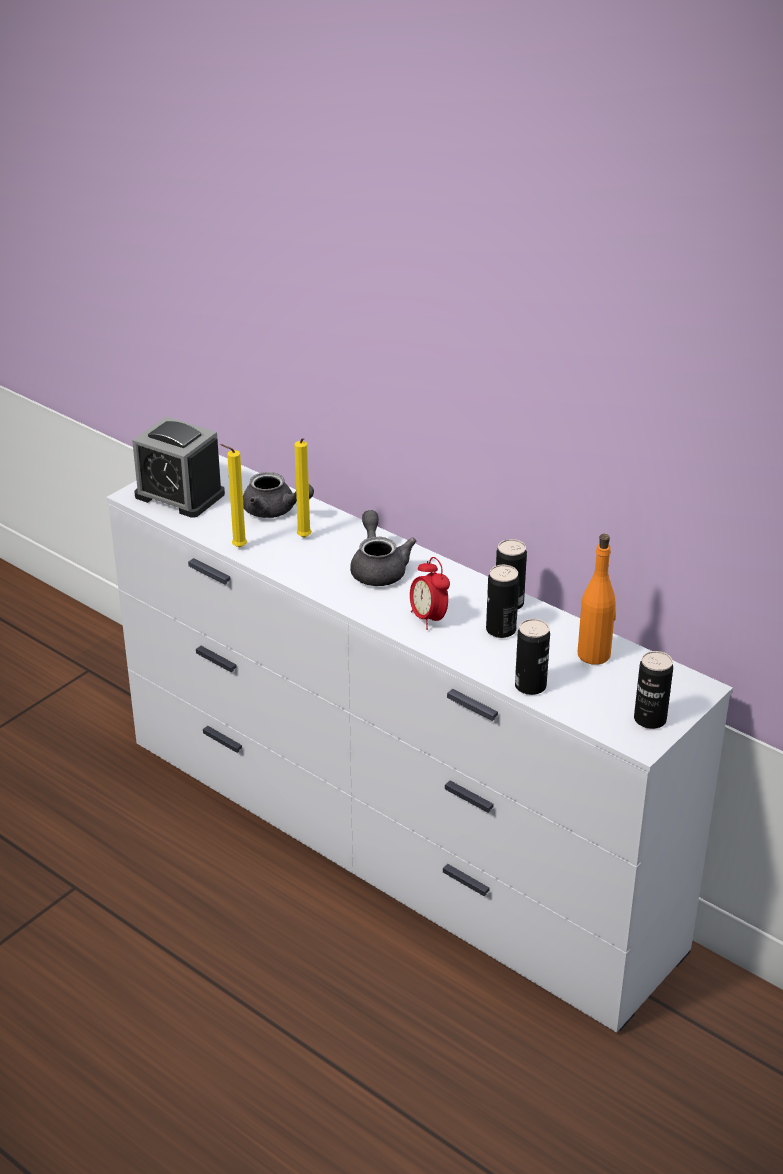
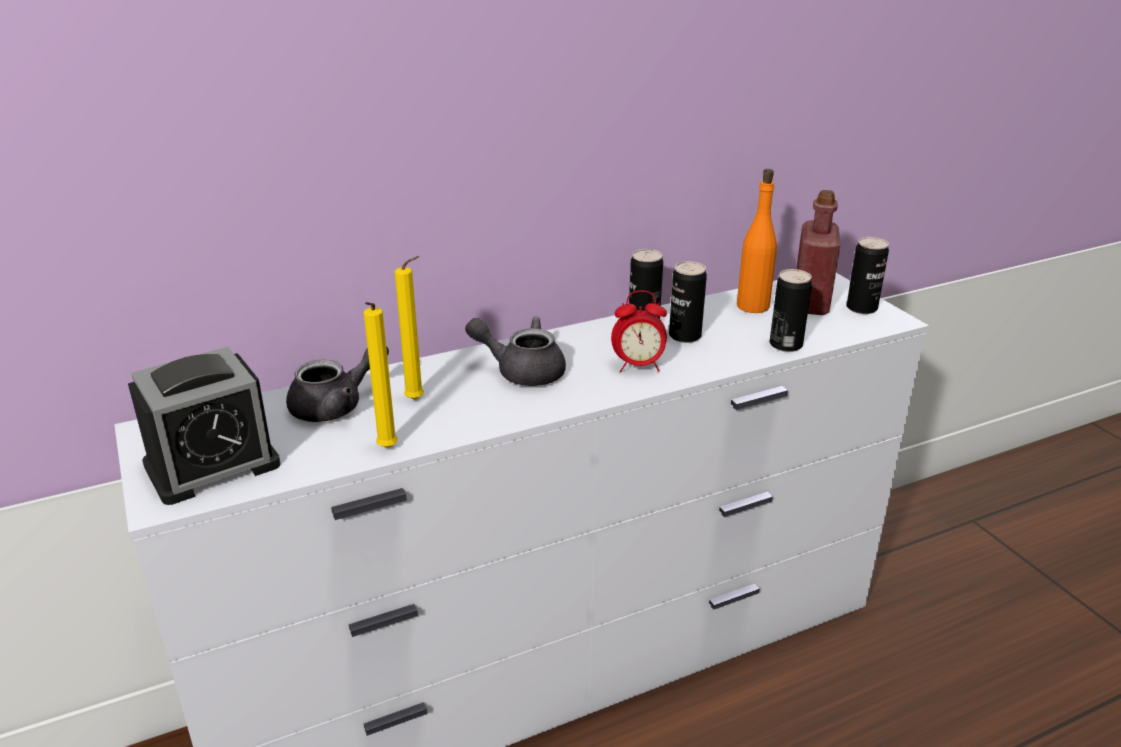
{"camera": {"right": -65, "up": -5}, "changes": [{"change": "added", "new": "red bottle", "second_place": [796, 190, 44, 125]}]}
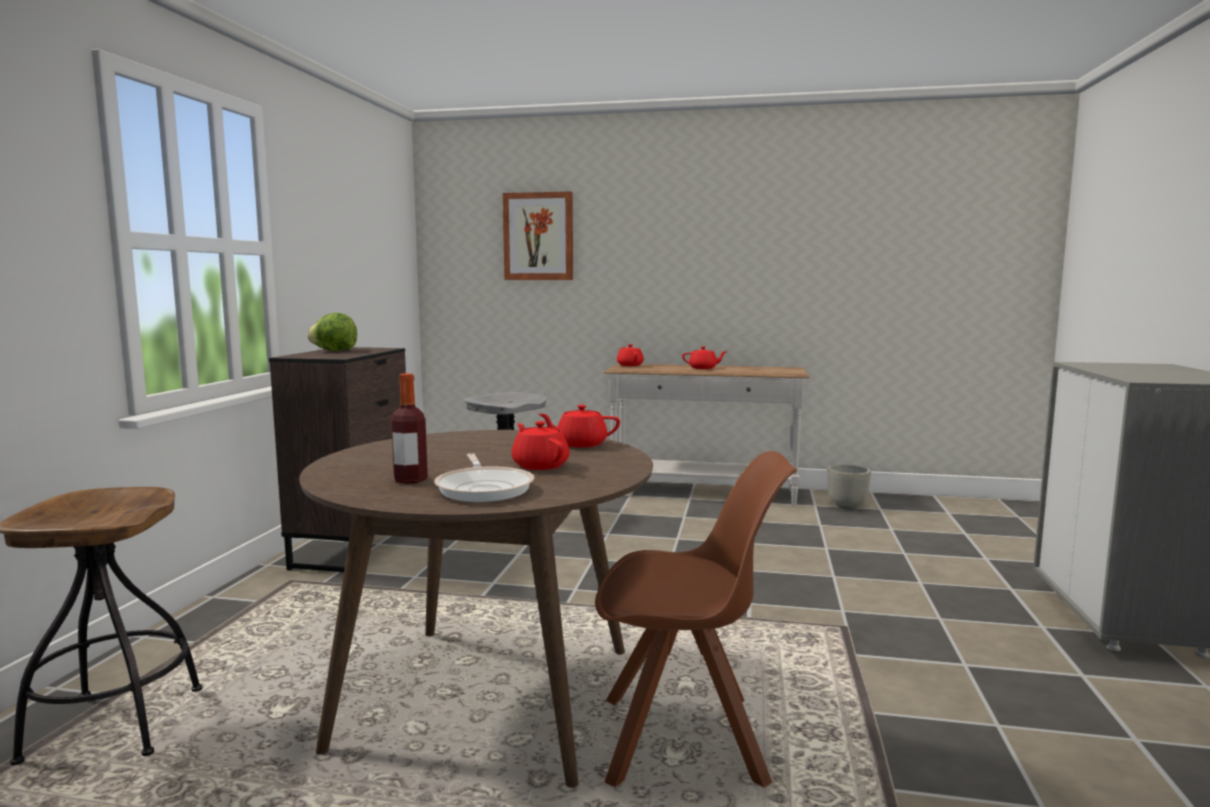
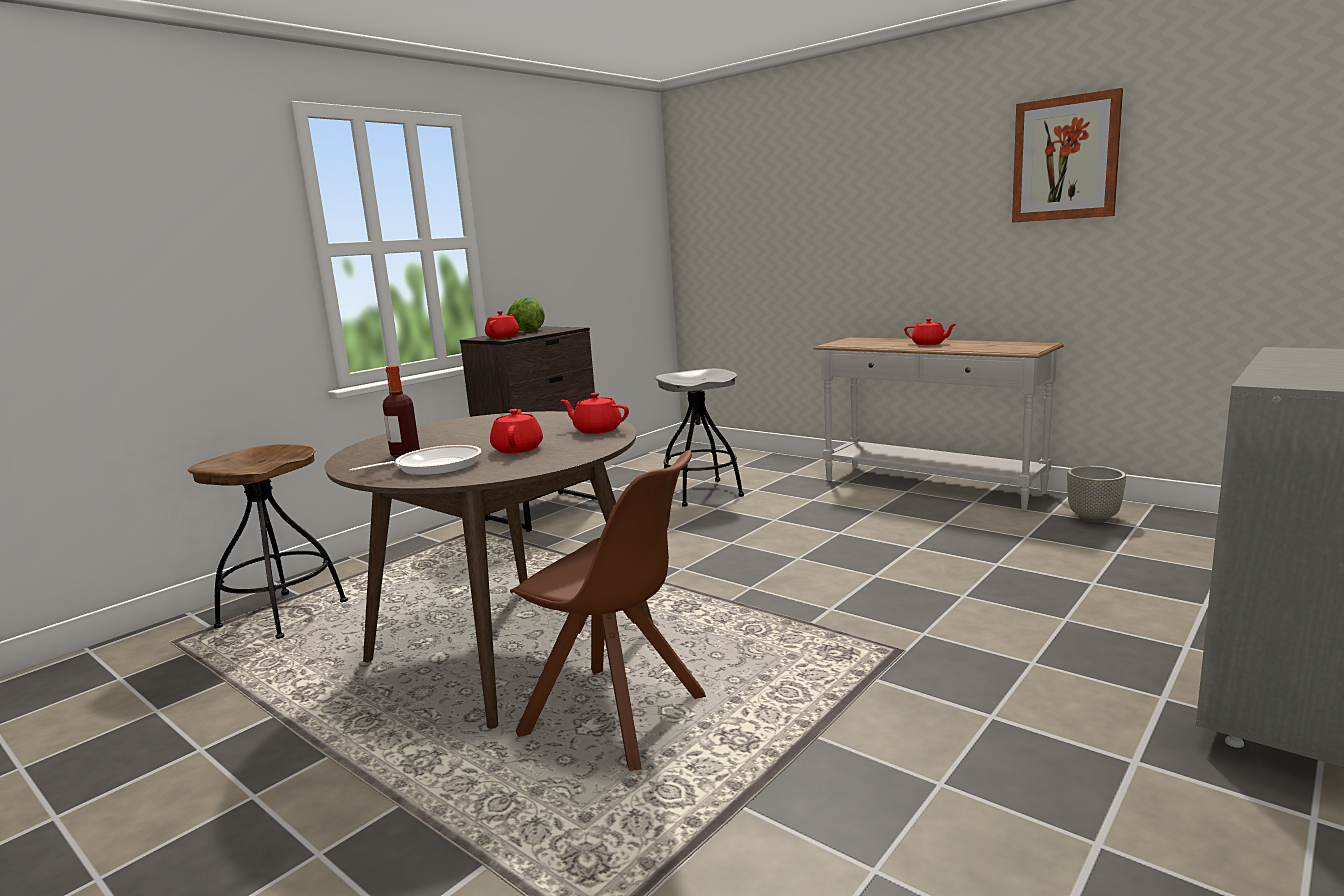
{"camera": {"right": 30, "up": 5}, "changes": [{"change": "moved", "old": "picture", "first_place": [503, 192, 70, 88], "second_place": [1012, 88, 111, 135]}, {"change": "moved", "old": "red teapot", "first_place": [617, 344, 27, 22], "second_place": [485, 311, 34, 28]}, {"change": "turned", "old": "frying pan", "first_place": [434, 453, 100, 49], "second_place": [349, 445, 132, 30], "degrees": -135}]}
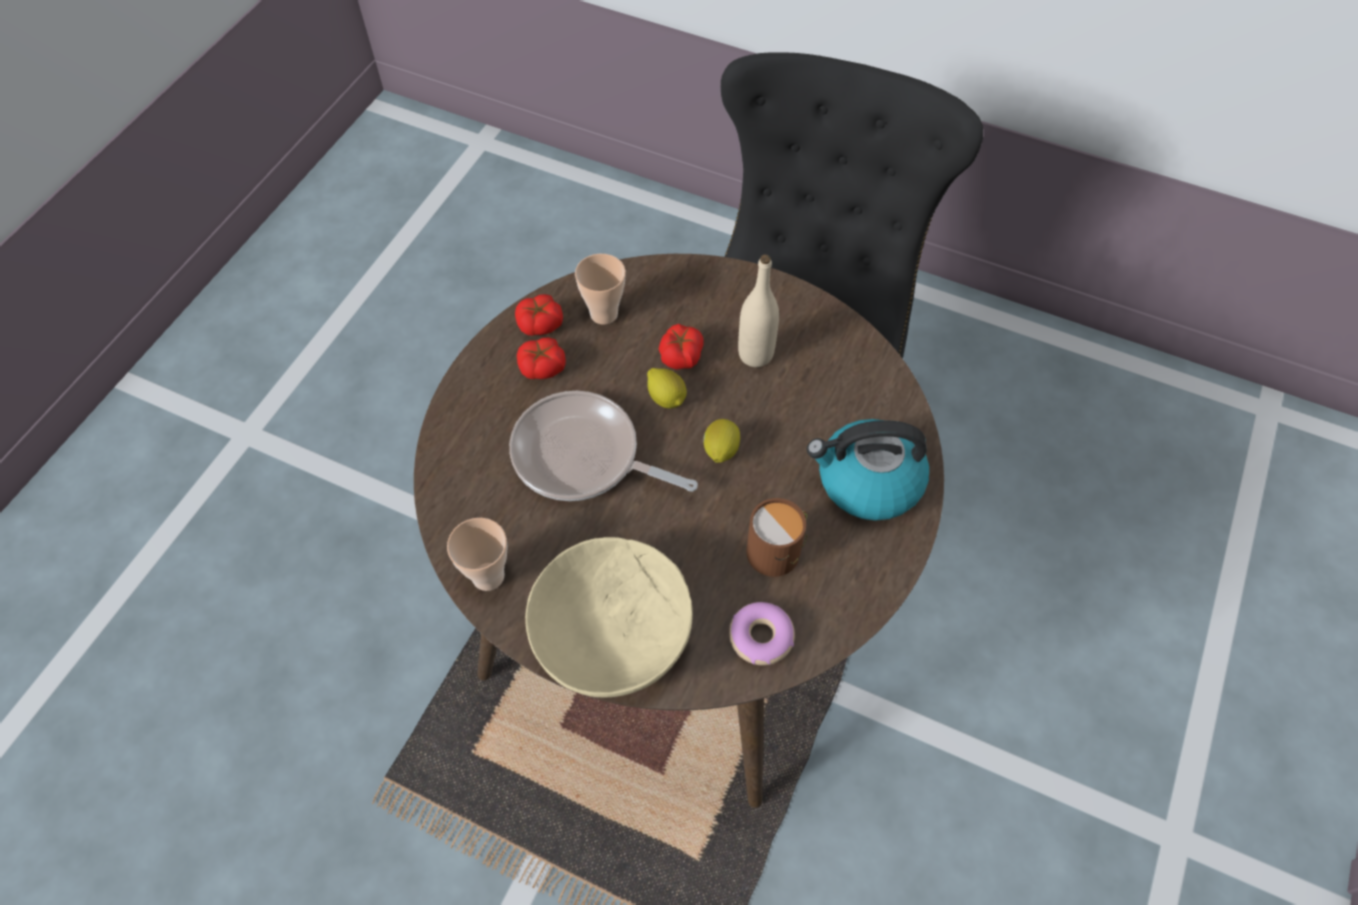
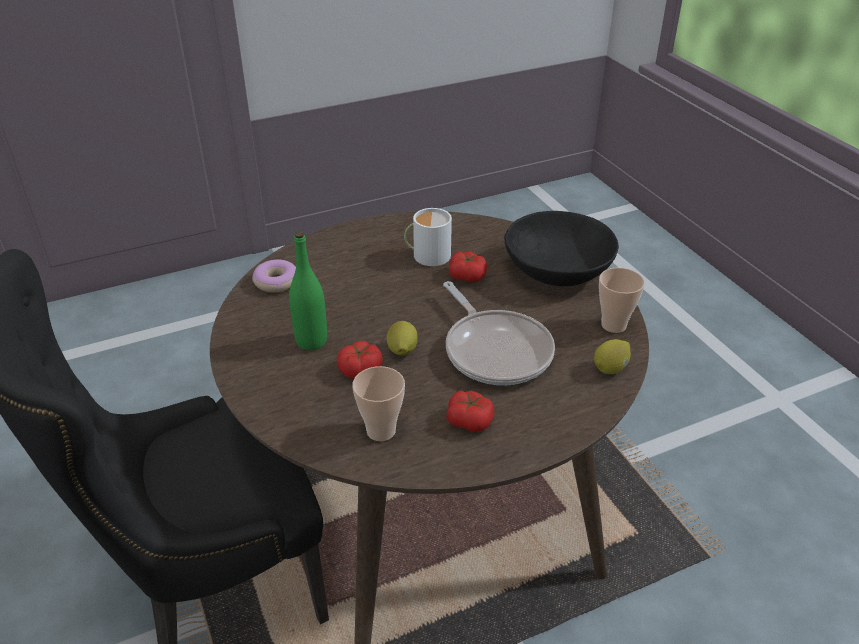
{"camera": {"right": -140, "up": -20}, "changes": [{"change": "recoloured", "old": "beige bottle", "new": "green bottle", "first_place": [738, 254, 41, 113], "second_place": [289, 232, 38, 118]}, {"change": "moved", "old": "tomato", "first_place": [515, 294, 48, 42], "second_place": [449, 251, 38, 31]}, {"change": "moved", "old": "lemon", "first_place": [703, 419, 37, 44], "second_place": [594, 339, 37, 35]}, {"change": "removed", "old": "kettle", "first_place": [807, 419, 122, 102]}, {"change": "recoloured", "old": "brown mug", "new": "white mug", "first_place": [746, 498, 61, 79], "second_place": [404, 208, 48, 58]}, {"change": "recoloured", "old": "beige bowl", "new": "black bowl", "first_place": [525, 537, 168, 160], "second_place": [504, 211, 115, 75]}, {"change": "moved", "old": "donut", "first_place": [729, 602, 66, 63], "second_place": [252, 260, 44, 32]}]}
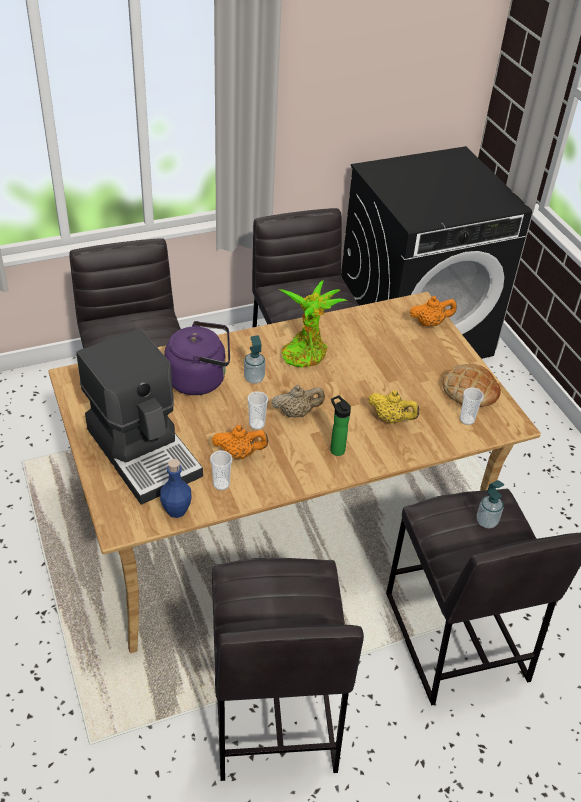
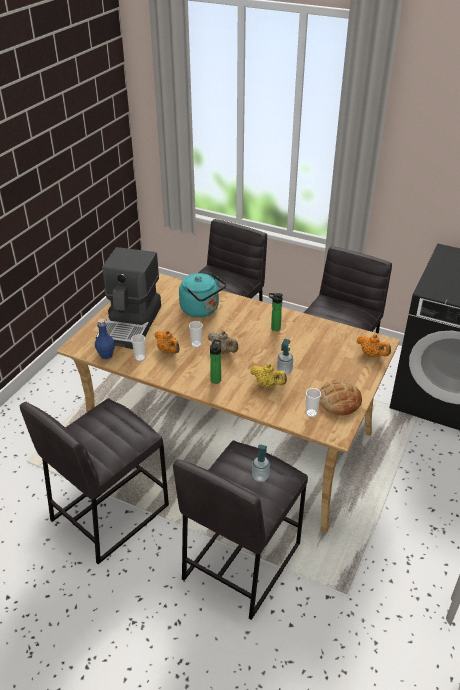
{"camera": {"right": 50, "up": -5}, "changes": [{"change": "replaced", "old": "potted plant", "new": "bottle", "first_place": [279, 280, 69, 88], "second_place": [269, 293, 14, 38]}, {"change": "recoloured", "old": "purple kettle", "new": "turquoise kettle", "first_place": [164, 321, 66, 74], "second_place": [179, 272, 47, 45]}, {"change": "moved", "old": "soap dispenser", "first_place": [244, 335, 21, 49], "second_place": [277, 339, 16, 36]}, {"change": "turned", "old": "yellow teapot", "first_place": [368, 390, 51, 33], "second_place": [251, 363, 36, 25], "degrees": -45}]}
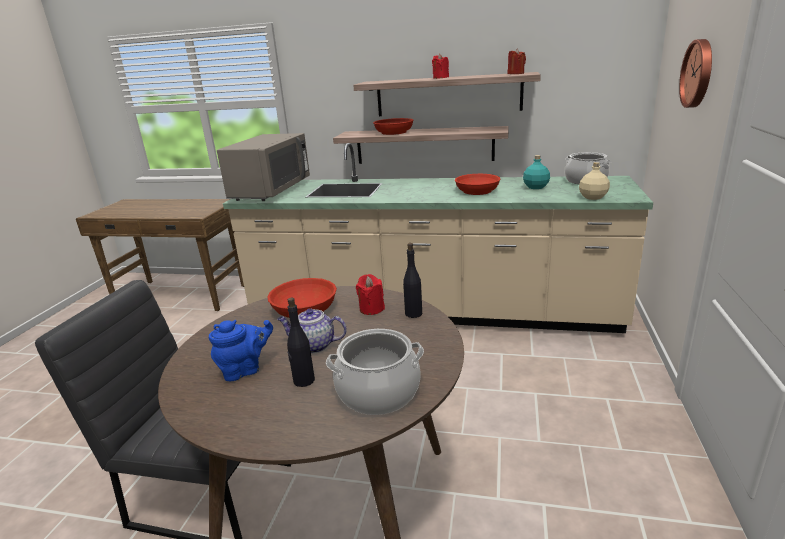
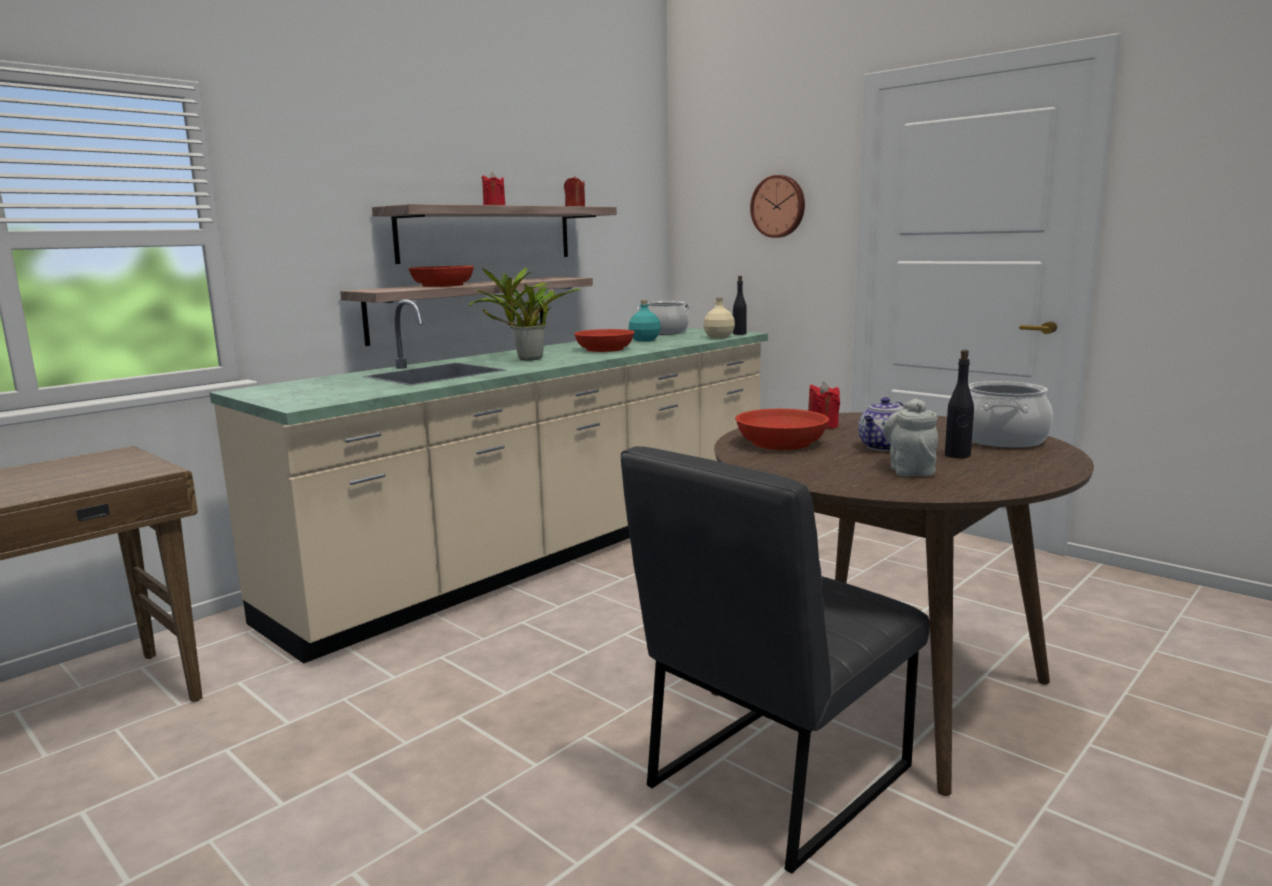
{"camera": {"right": -60, "up": -10}, "changes": [{"change": "removed", "old": "grey microwave", "first_place": [217, 133, 93, 68]}, {"change": "moved", "old": "black bottle", "first_place": [403, 243, 19, 75], "second_place": [733, 276, 14, 59]}, {"change": "recoloured", "old": "blue teapot", "new": "grey teapot", "first_place": [209, 320, 64, 61], "second_place": [884, 399, 54, 77]}, {"change": "added", "new": "potted plant", "second_place": [468, 267, 113, 94]}]}
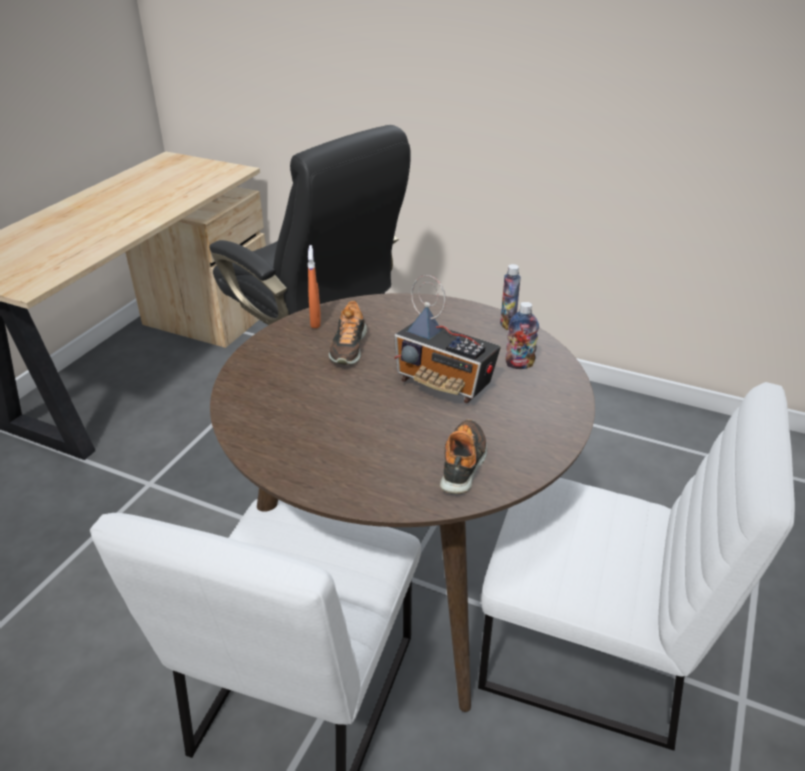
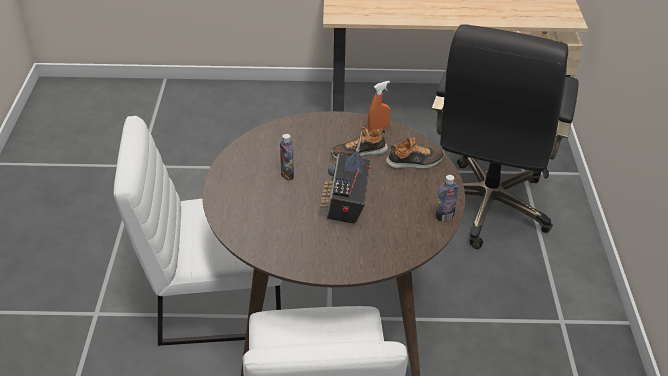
{"camera": {"right": 65, "up": 5}, "changes": [{"change": "moved", "old": "bottle", "first_place": [505, 302, 34, 67], "second_place": [280, 134, 14, 47]}, {"change": "moved", "old": "shoe", "first_place": [440, 419, 47, 75], "second_place": [386, 138, 59, 31]}]}
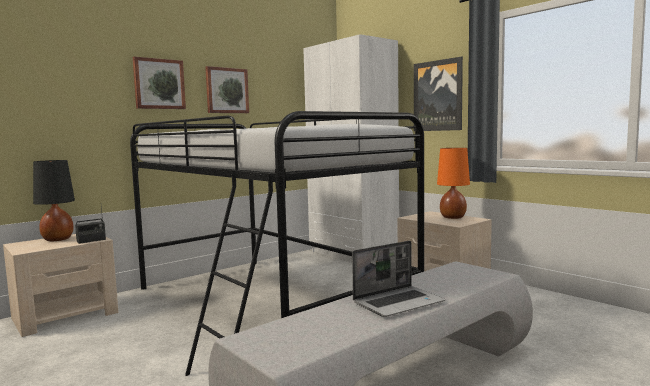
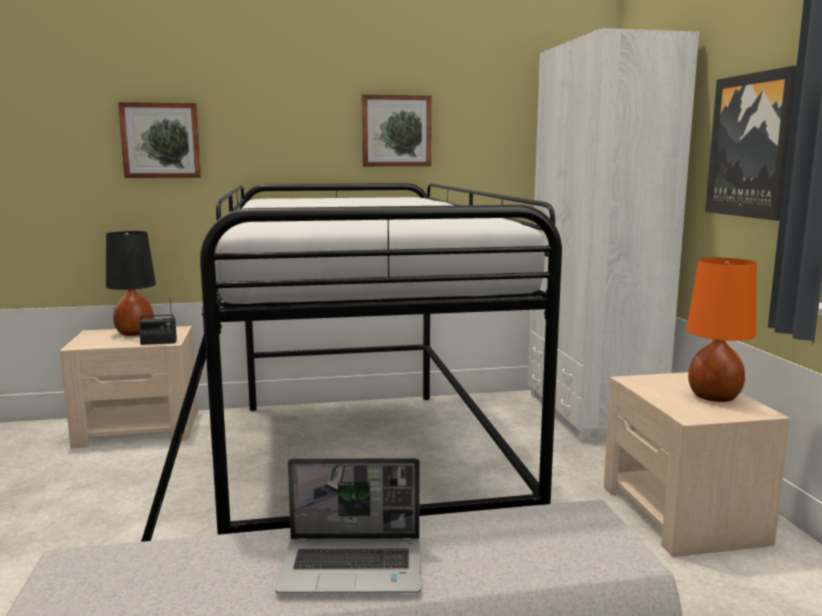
{"camera": {"right": 30, "up": 5}, "changes": [{"change": "moved", "old": "picture", "first_place": [133, 57, 53, 52], "second_place": [118, 102, 83, 76]}]}
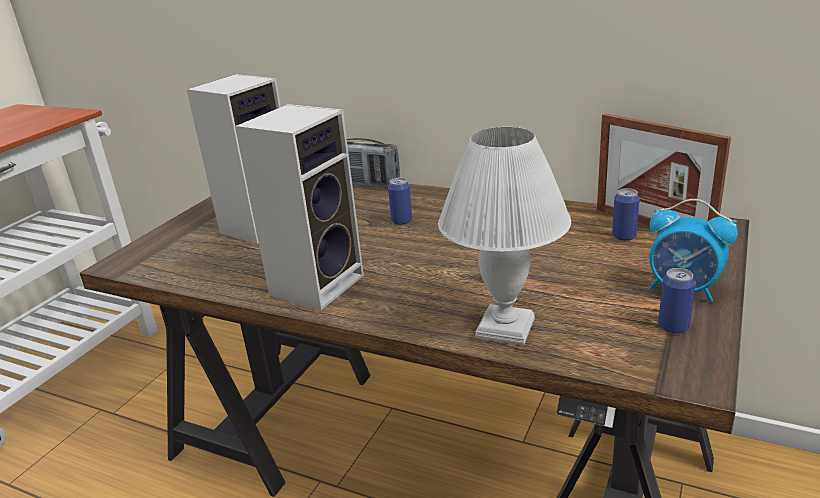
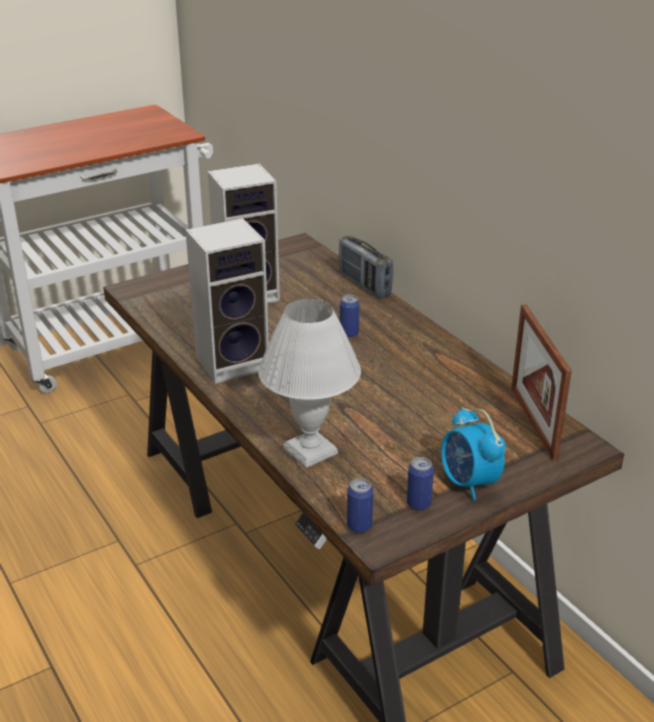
{"camera": {"right": 30, "up": 5}, "changes": [{"change": "moved", "old": "can", "first_place": [612, 188, 28, 53], "second_place": [347, 478, 26, 55]}]}
